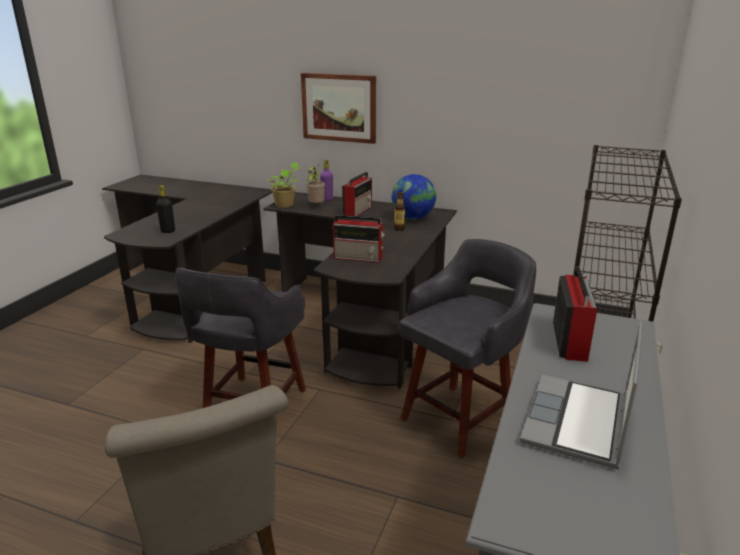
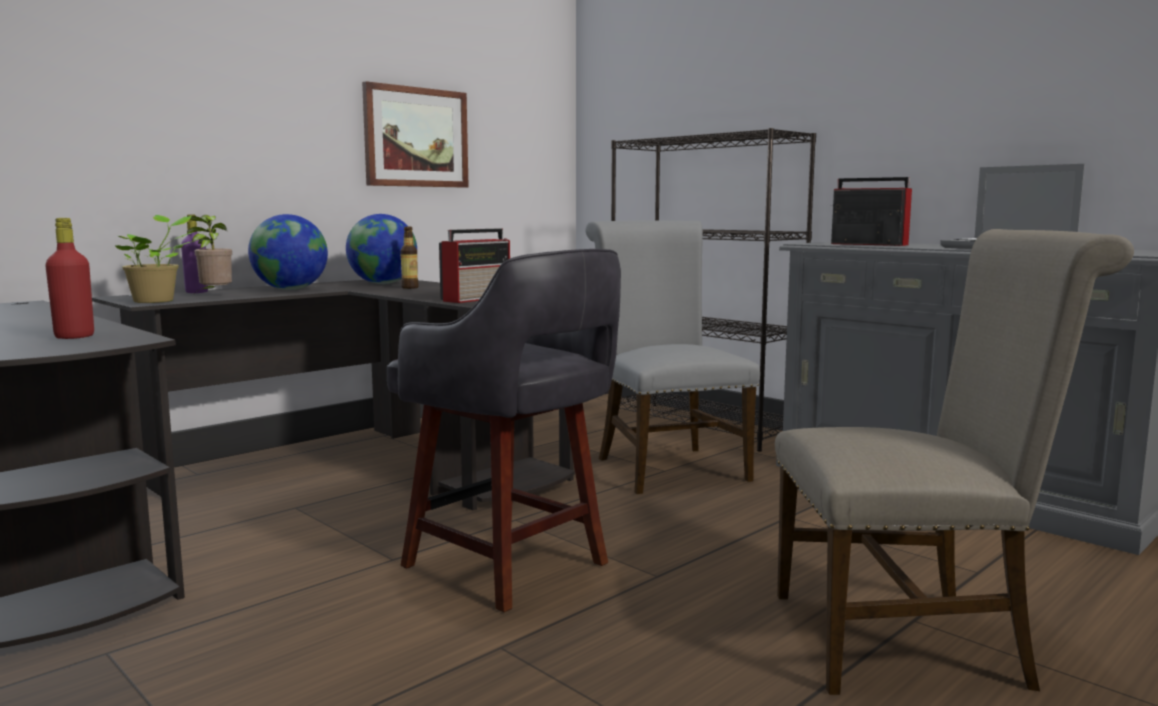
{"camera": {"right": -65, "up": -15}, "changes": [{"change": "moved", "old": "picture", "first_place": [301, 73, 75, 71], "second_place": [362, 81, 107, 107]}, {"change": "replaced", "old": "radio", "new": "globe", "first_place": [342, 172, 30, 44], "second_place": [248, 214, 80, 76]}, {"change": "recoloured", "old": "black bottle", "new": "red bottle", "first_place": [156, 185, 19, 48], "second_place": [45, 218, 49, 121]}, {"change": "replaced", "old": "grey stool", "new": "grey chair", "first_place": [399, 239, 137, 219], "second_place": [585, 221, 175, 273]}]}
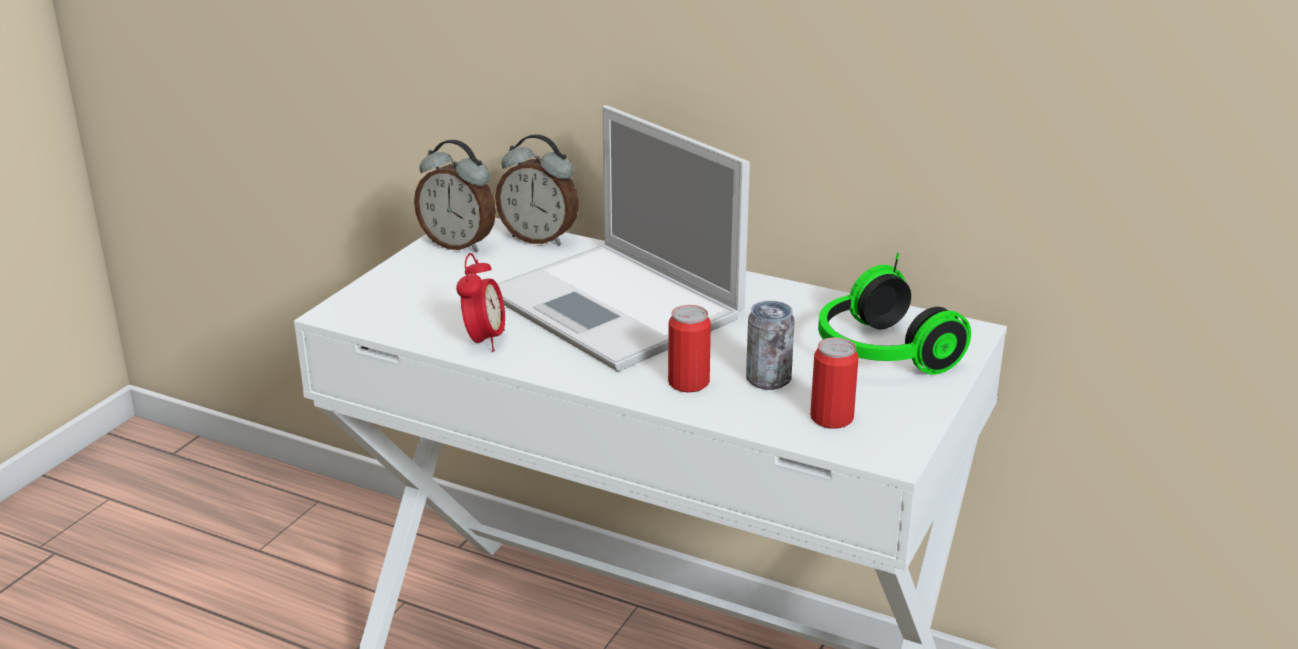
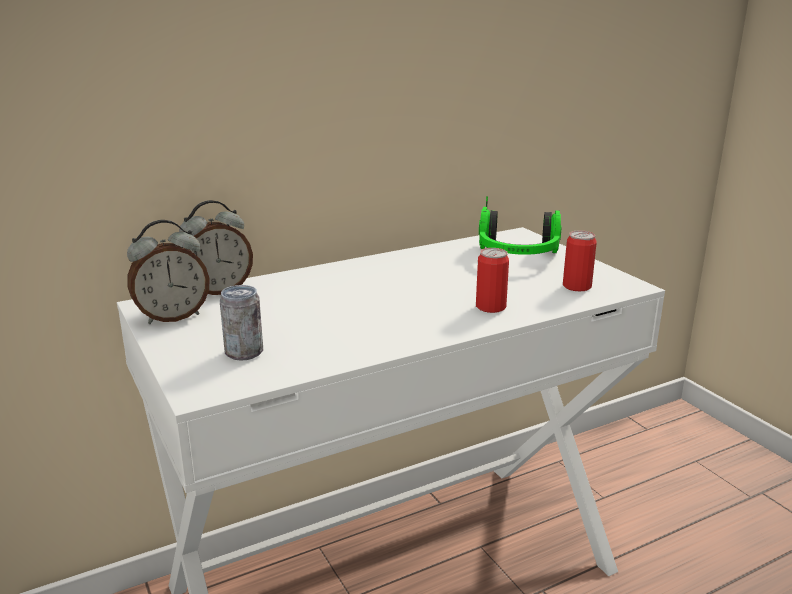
{"camera": {"right": -55, "up": -5}, "changes": [{"change": "removed", "old": "laptop", "first_place": [497, 105, 253, 267]}, {"change": "removed", "old": "alarm clock", "first_place": [456, 253, 49, 99]}, {"change": "moved", "old": "can", "first_place": [746, 301, 49, 89], "second_place": [220, 285, 43, 76]}]}
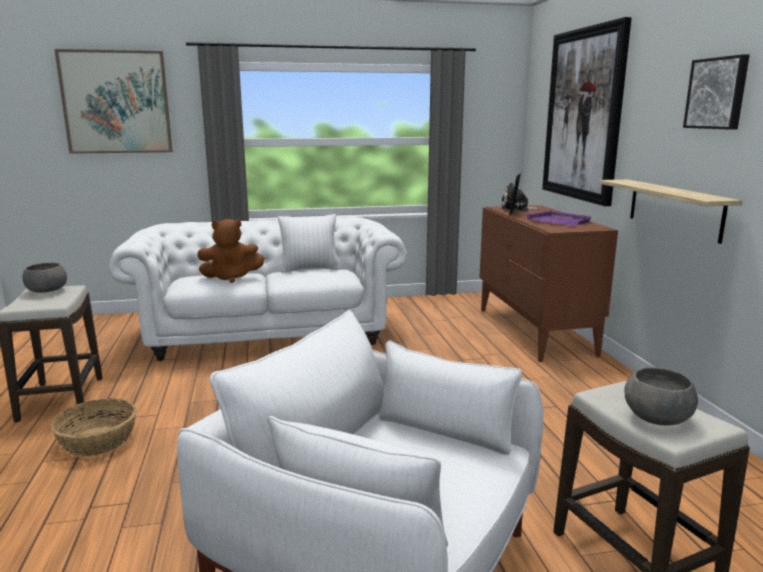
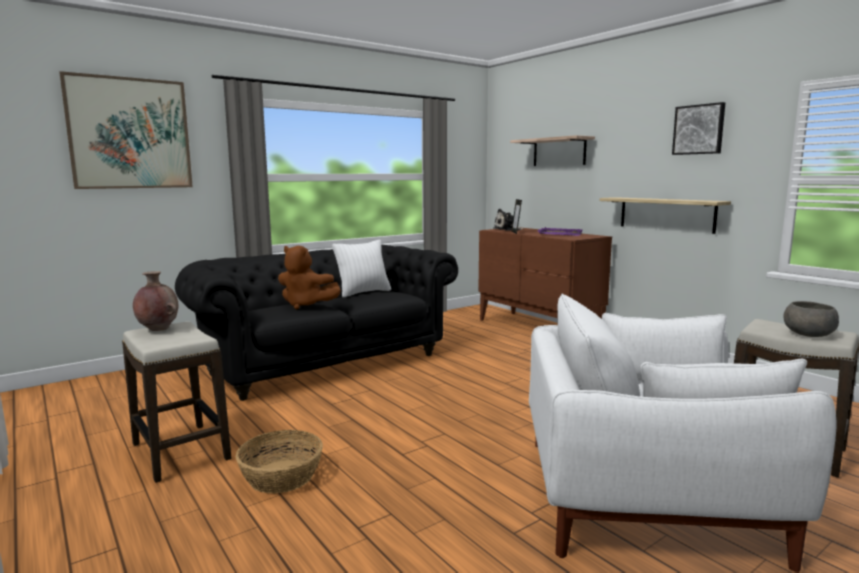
{"camera": {"right": -25, "up": -5}, "changes": [{"change": "replaced", "old": "picture", "new": "shelf", "first_place": [542, 17, 90, 189], "second_place": [510, 135, 85, 31]}, {"change": "recoloured", "old": "white sofa", "new": "black sofa", "first_place": [108, 217, 299, 144], "second_place": [175, 245, 283, 156]}, {"change": "turned", "old": "brown plush toy", "first_place": [197, 219, 68, 64], "second_place": [278, 246, 63, 64], "degrees": 60}, {"change": "replaced", "old": "grey bowl", "new": "brown vase", "first_place": [23, 263, 44, 30], "second_place": [133, 271, 45, 60]}]}
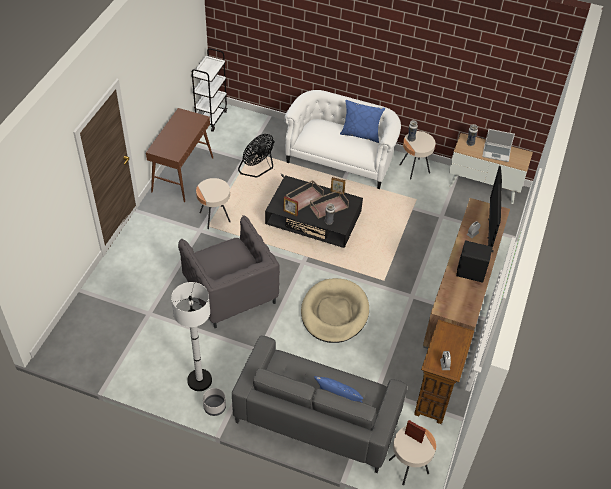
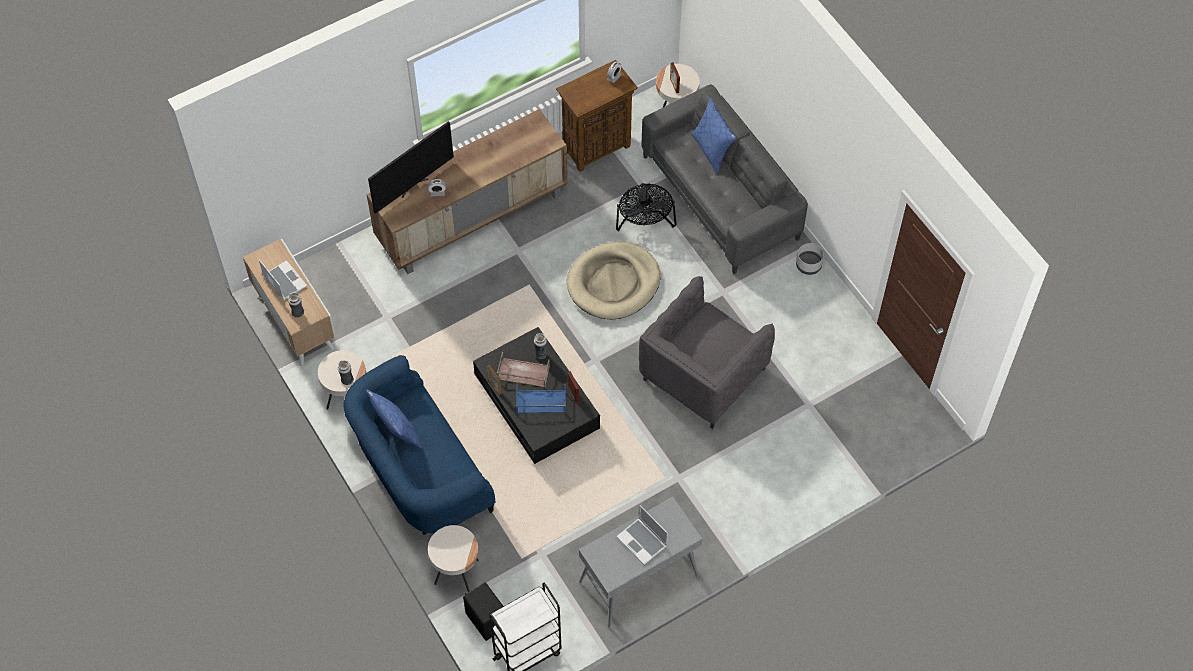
{"camera": {"right": -140, "up": 10}, "changes": [{"change": "recoloured", "old": "white sofa", "new": "blue sofa", "first_place": [285, 90, 116, 99], "second_place": [343, 355, 152, 180]}, {"change": "recoloured", "old": "brown console table", "new": "grey console table", "first_place": [146, 108, 67, 94], "second_place": [579, 497, 124, 130]}, {"change": "moved", "old": "black fan", "first_place": [238, 134, 46, 43], "second_place": [616, 183, 61, 48]}, {"change": "moved", "old": "beige side table", "first_place": [196, 178, 35, 51], "second_place": [428, 525, 51, 67]}, {"change": "recoloured", "old": "brown tray", "new": "blue tray", "first_place": [286, 180, 38, 31], "second_place": [516, 384, 50, 29]}, {"change": "turned", "old": "grey armchair", "first_place": [178, 215, 102, 113], "second_place": [639, 276, 136, 153], "degrees": -150}, {"change": "moved", "old": "black speaker", "first_place": [456, 240, 38, 43], "second_place": [463, 582, 40, 59]}, {"change": "removed", "old": "white floor lamp", "first_place": [171, 282, 41, 109]}, {"change": "added", "new": "laptop", "second_place": [617, 505, 51, 60]}]}
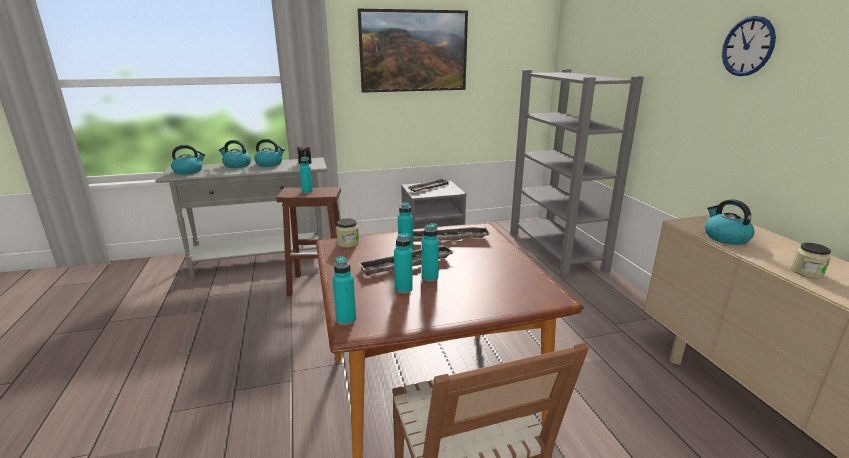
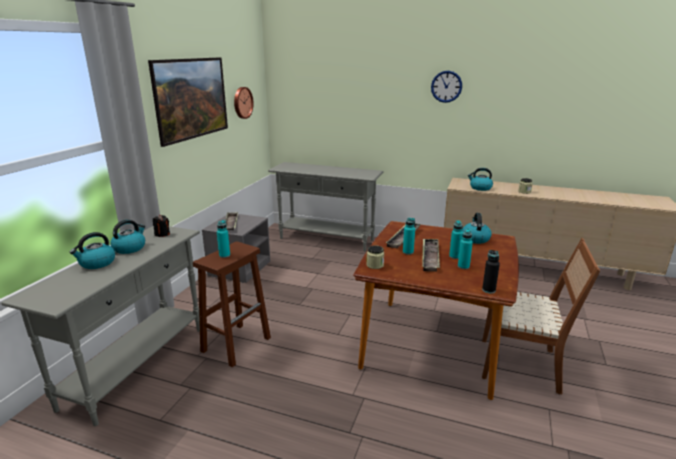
{"camera": {"right": -55, "up": 0}, "changes": [{"change": "replaced", "old": "grey bookcase", "new": "grey console table", "first_place": [510, 69, 134, 209], "second_place": [268, 162, 116, 89]}, {"change": "moved", "old": "kettle", "first_place": [171, 145, 34, 30], "second_place": [462, 213, 30, 31]}, {"change": "recoloured", "old": "turquoise bottle", "new": "black bottle", "first_place": [333, 256, 23, 69], "second_place": [482, 250, 18, 43]}, {"change": "added", "new": "wall clock", "second_place": [234, 87, 20, 32]}]}
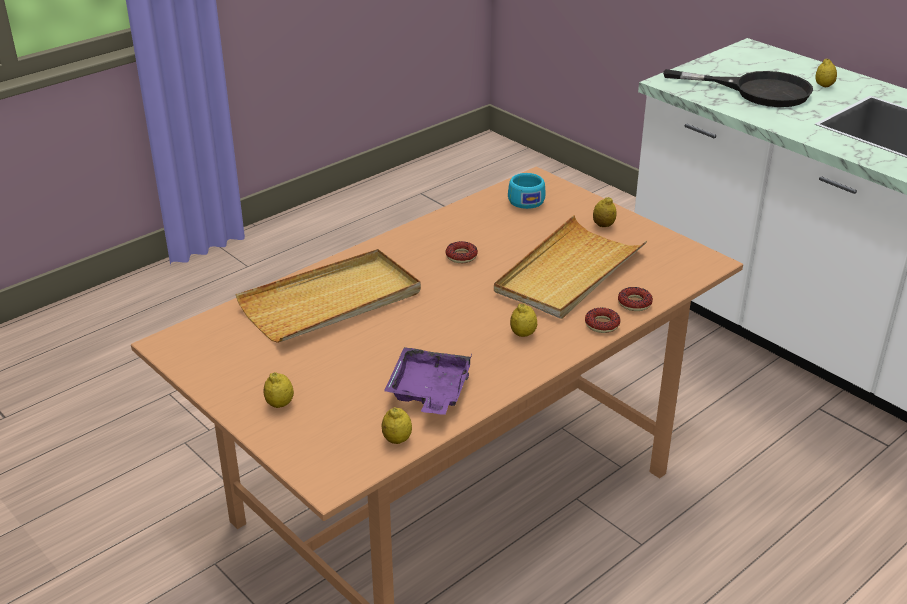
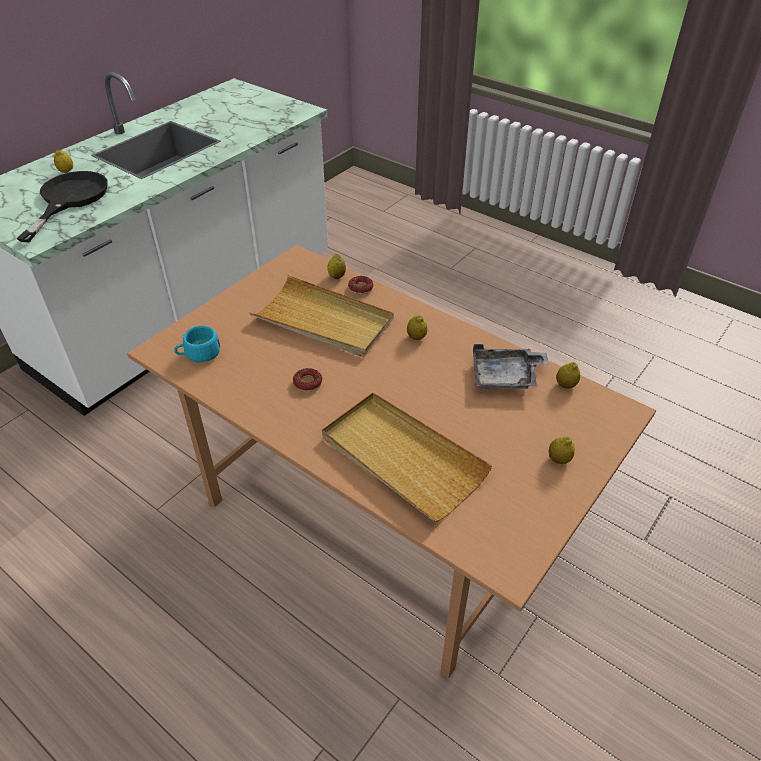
{"camera": {"right": -100, "up": 10}, "changes": [{"change": "moved", "old": "lemon", "first_place": [593, 197, 23, 30], "second_place": [328, 253, 18, 26]}, {"change": "removed", "old": "donut", "first_place": [585, 308, 36, 25]}, {"change": "recoloured", "old": "purple tray", "new": "grey tray", "first_place": [384, 347, 89, 68], "second_place": [473, 344, 76, 45]}]}
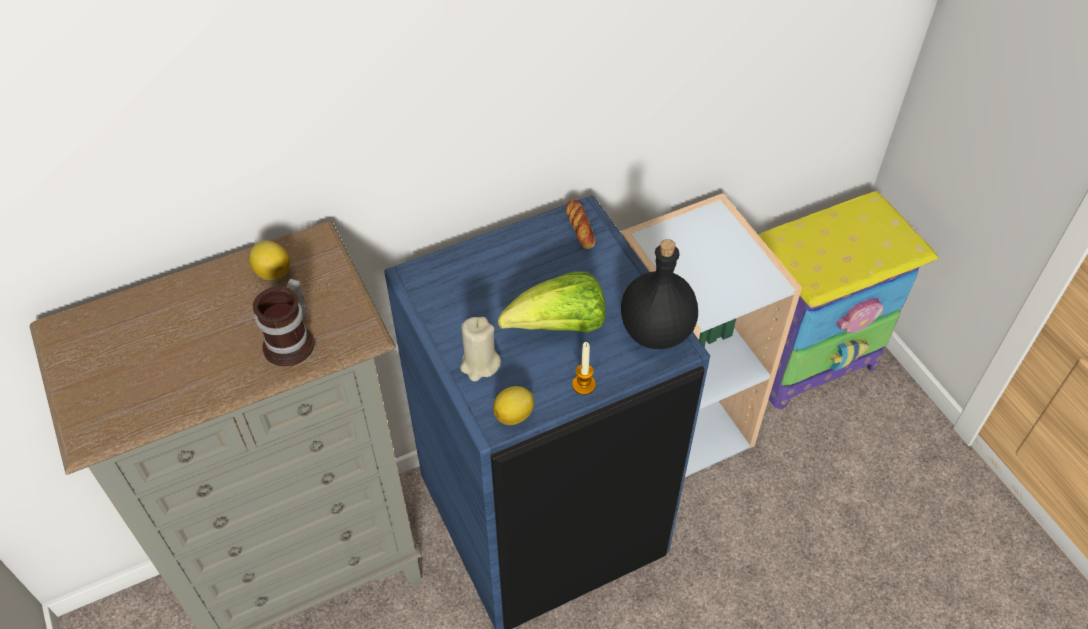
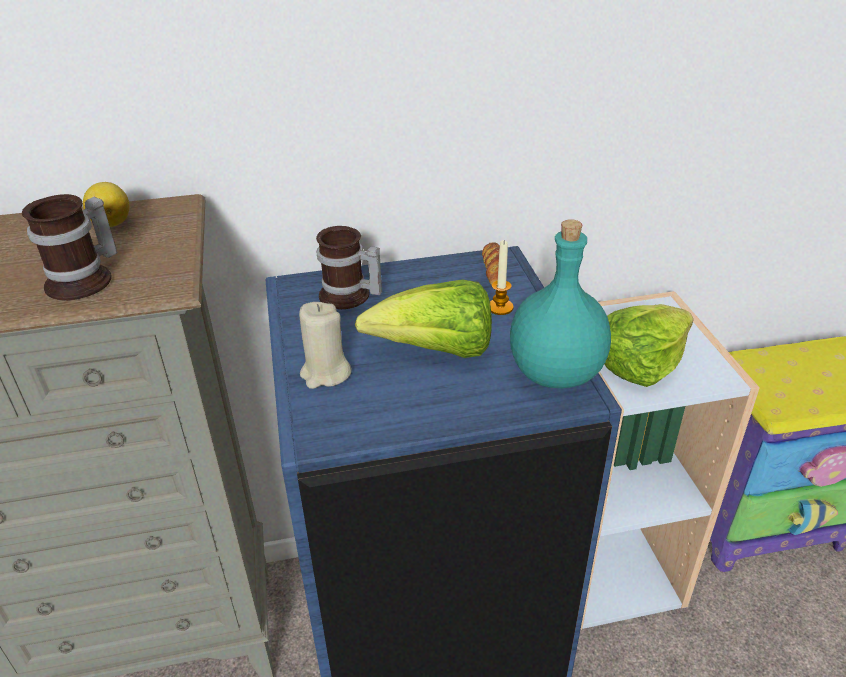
{"camera": {"right": 15, "up": -15}, "changes": [{"change": "recoloured", "old": "black bottle", "new": "turquoise bottle", "first_place": [621, 239, 77, 110], "second_place": [510, 219, 101, 169]}, {"change": "moved", "old": "candle", "first_place": [572, 342, 24, 53], "second_place": [490, 240, 24, 75]}, {"change": "removed", "old": "lemon", "first_place": [493, 386, 41, 39]}, {"change": "added", "new": "mug", "second_place": [316, 226, 66, 83]}, {"change": "added", "new": "lettuce", "second_place": [605, 304, 88, 83]}]}
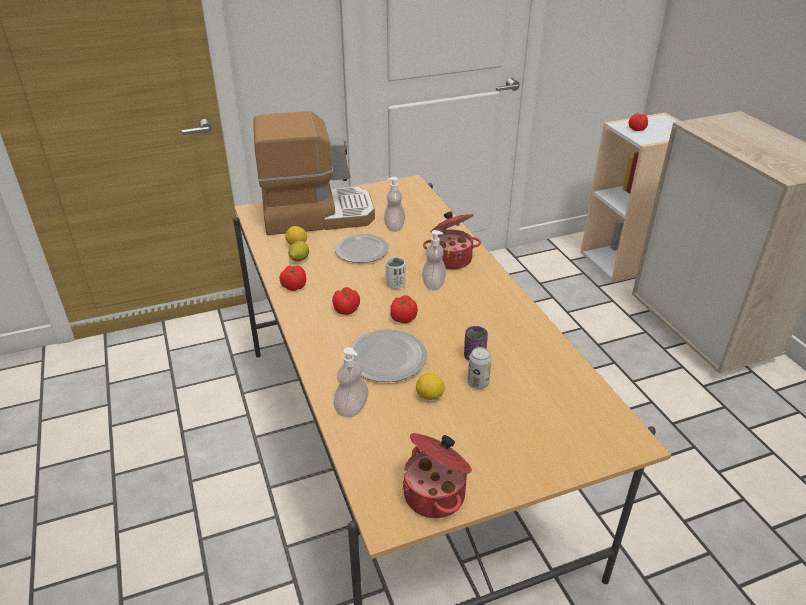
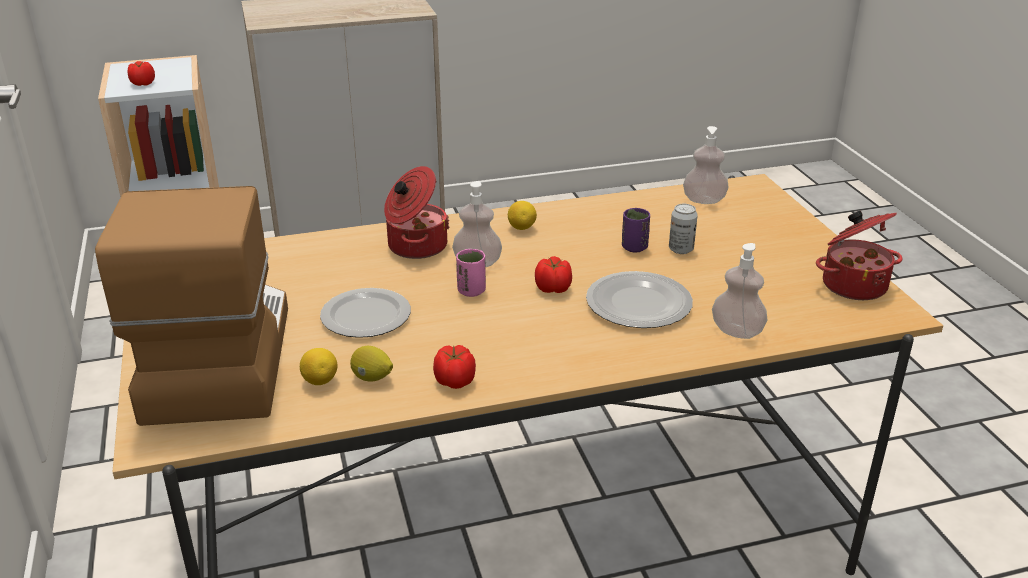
{"camera": {"right": -85, "up": -5}, "changes": [{"change": "moved", "old": "soap dispenser", "first_place": [384, 177, 21, 55], "second_place": [683, 126, 46, 78]}, {"change": "recoloured", "old": "white cup", "new": "pink cup", "first_place": [386, 257, 19, 32], "second_place": [456, 249, 30, 48]}, {"change": "removed", "old": "tomato", "first_place": [332, 287, 28, 28]}, {"change": "moved", "old": "lemon", "first_place": [416, 373, 29, 27], "second_place": [508, 201, 29, 29]}]}
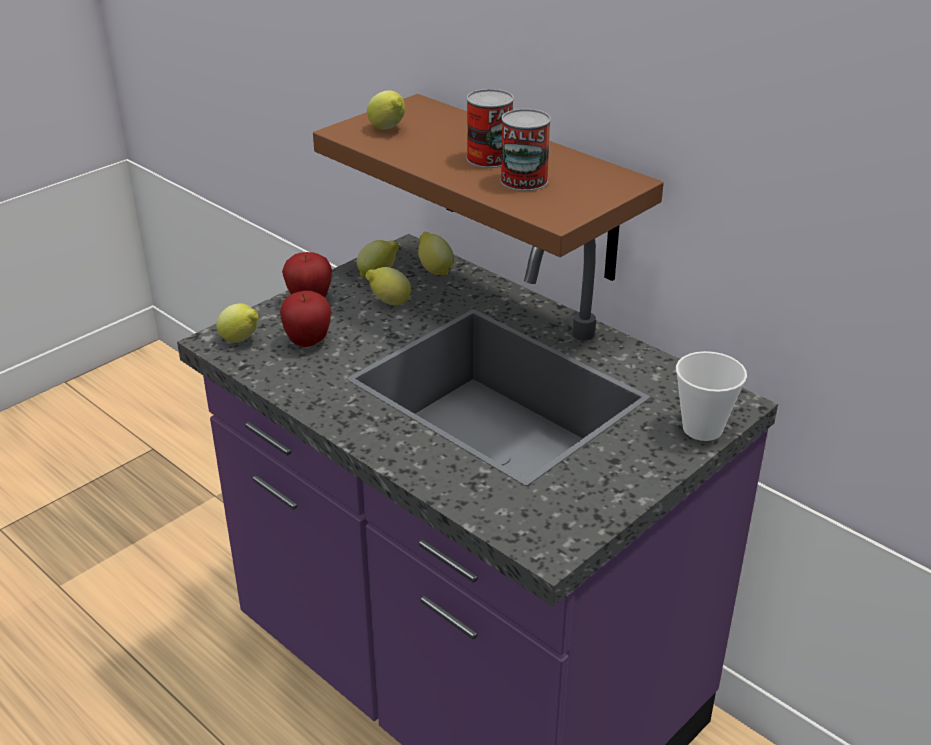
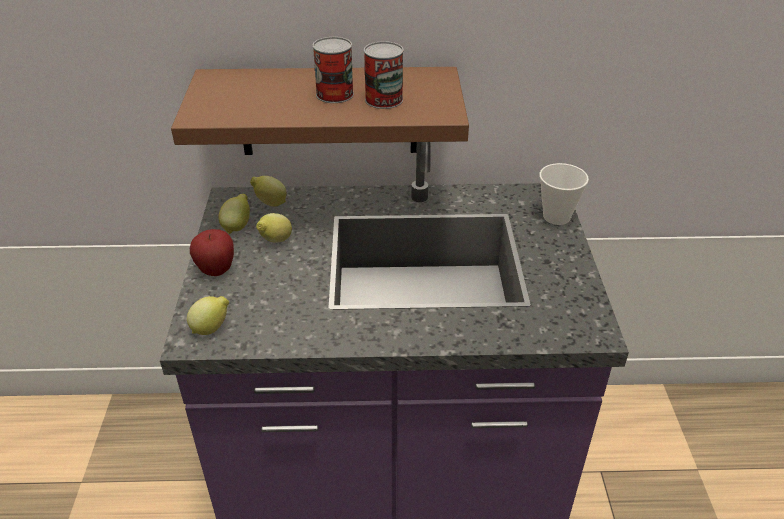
{"camera": {"right": -45, "up": 5}, "changes": [{"change": "removed", "old": "lemon", "first_place": [367, 90, 38, 40]}, {"change": "removed", "old": "apple", "first_place": [280, 291, 51, 56]}]}
